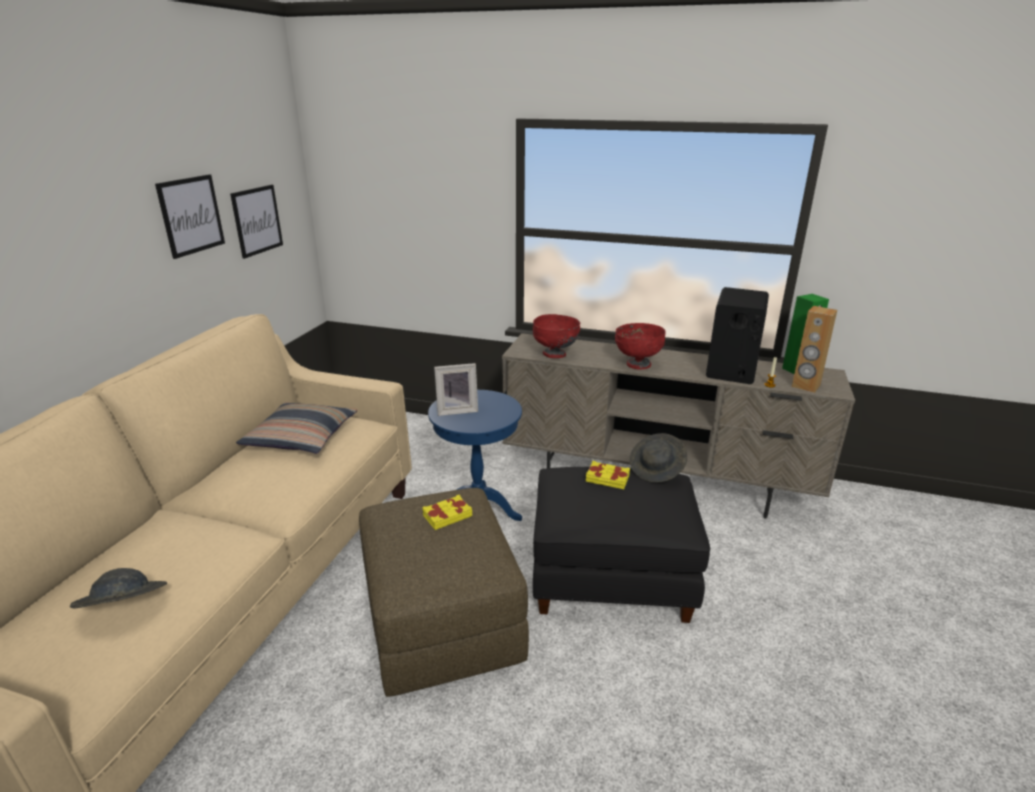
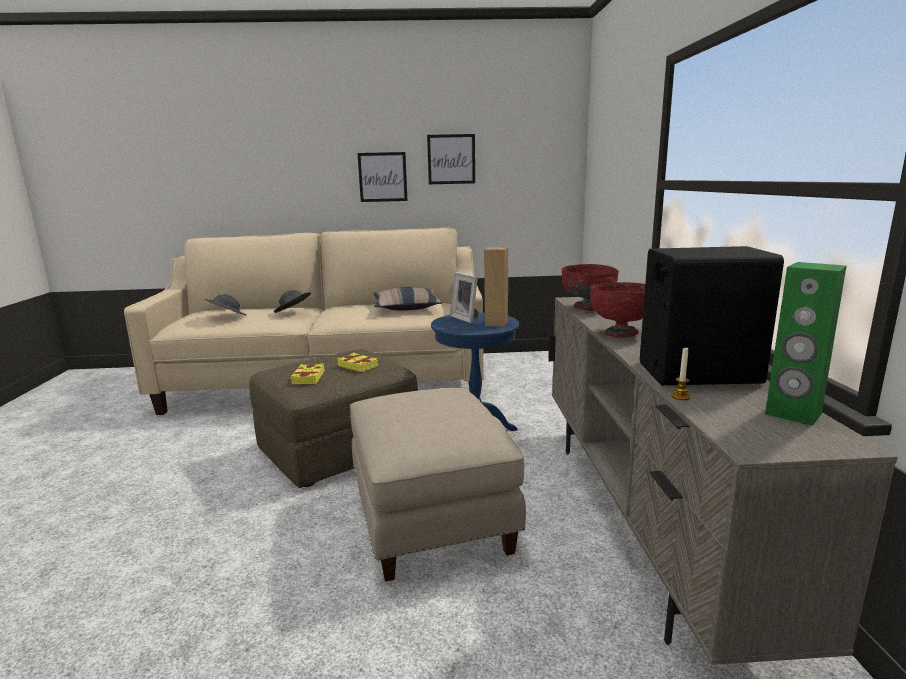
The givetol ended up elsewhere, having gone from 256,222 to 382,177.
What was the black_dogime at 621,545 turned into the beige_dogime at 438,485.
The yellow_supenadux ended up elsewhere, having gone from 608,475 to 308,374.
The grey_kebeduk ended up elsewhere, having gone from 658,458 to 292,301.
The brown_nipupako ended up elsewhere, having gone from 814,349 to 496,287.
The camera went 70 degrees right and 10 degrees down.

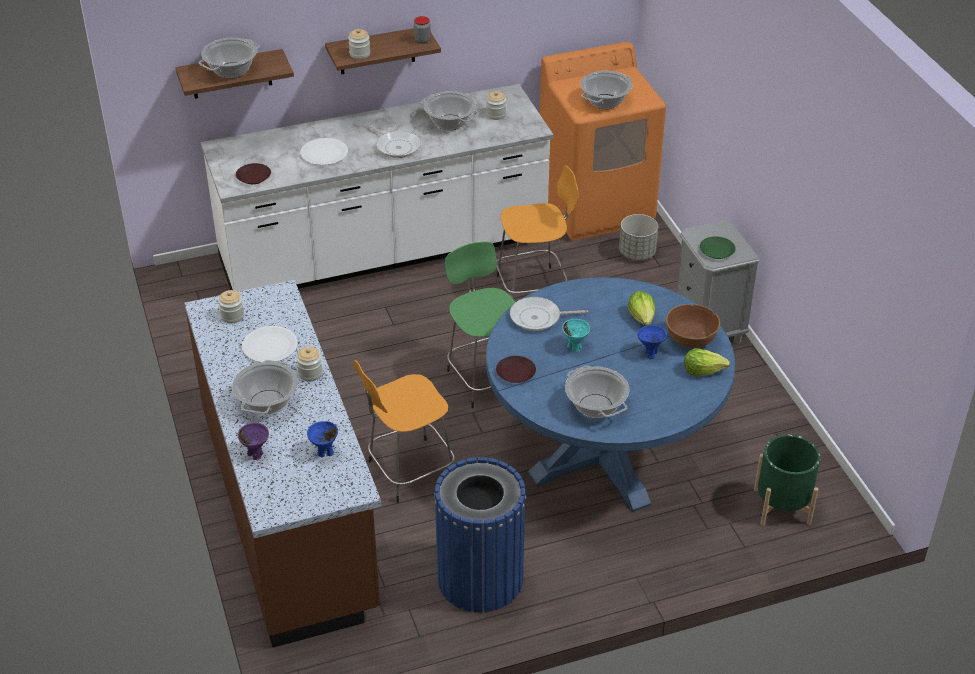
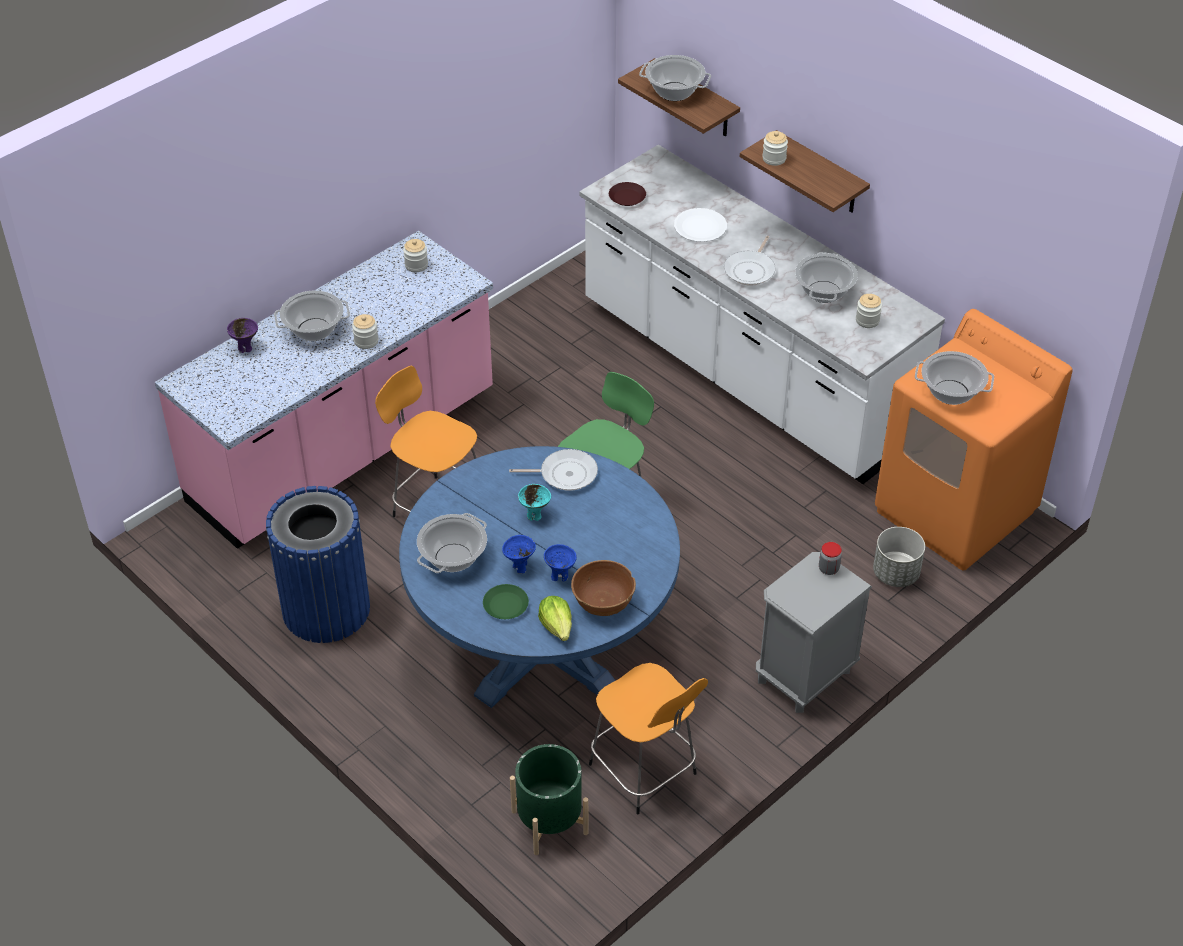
What was the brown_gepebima at 283,464 turned into the pink_gepebima at 324,390.
The second view lost the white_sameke at 270,344.
The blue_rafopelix ended up elsewhere, having gone from 322,439 to 519,554.
The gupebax ended up elsewhere, having gone from 422,30 to 830,558.
The second view lost the brown_sameke at 516,369.
The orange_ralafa ended up elsewhere, having gone from 538,231 to 648,738.
The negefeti at 549,314 ended up facing another way, 120 degrees clockwise from before.
The second view lost the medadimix at 641,308.
The green_sameke ended up elsewhere, having gone from 718,247 to 506,601.
The camera went 65 degrees right and 5 degrees up.

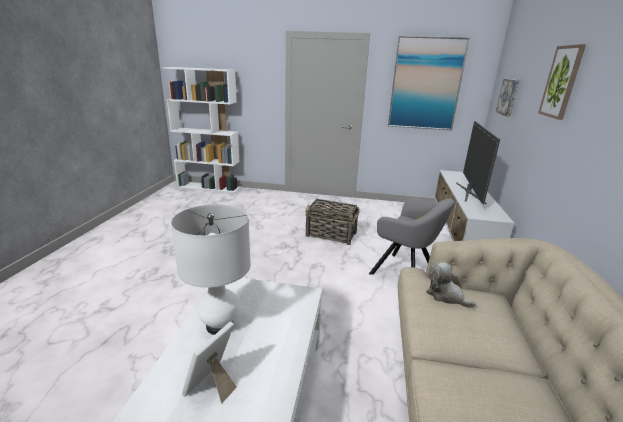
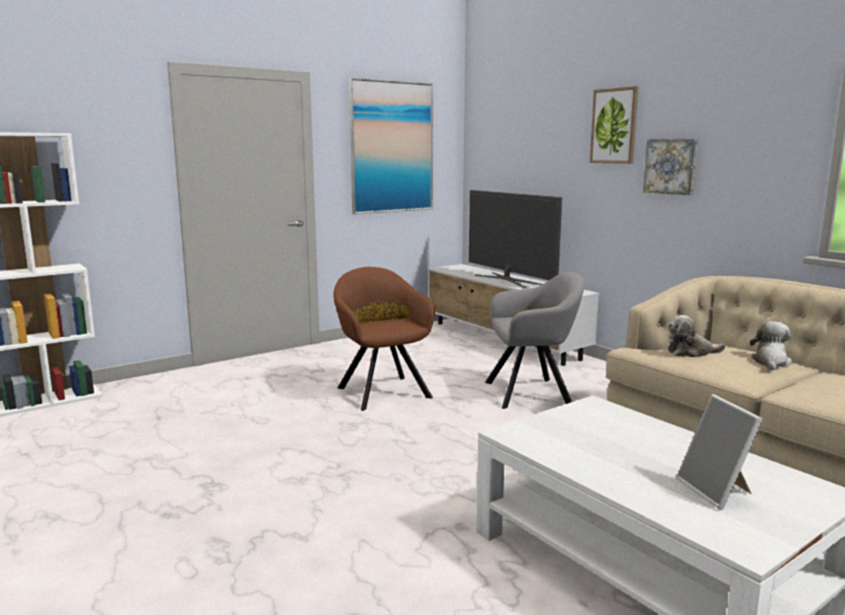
The second view lost the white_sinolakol at 211,269.
Where the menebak stood at 332,222, the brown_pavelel came to stand at 384,339.
The givetol ended up elsewhere, having gone from 508,98 to 670,167.
The second view gained the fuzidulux at 771,345.
The camera went 45 degrees left and 10 degrees down.

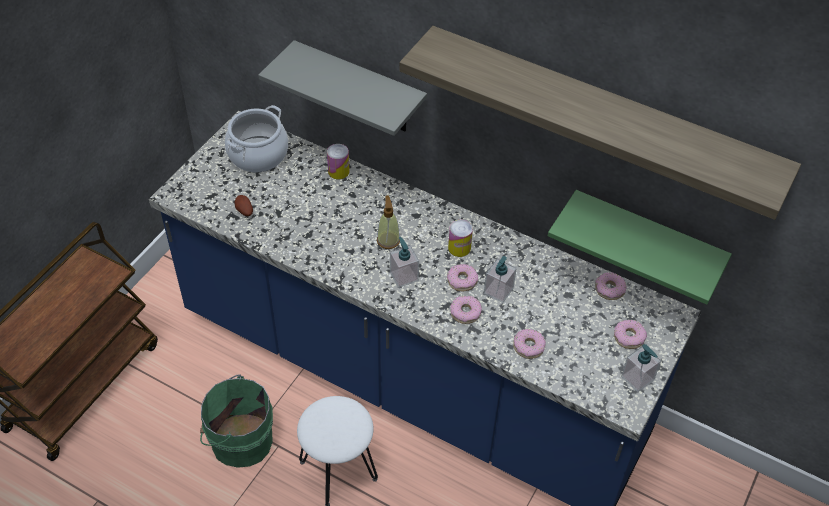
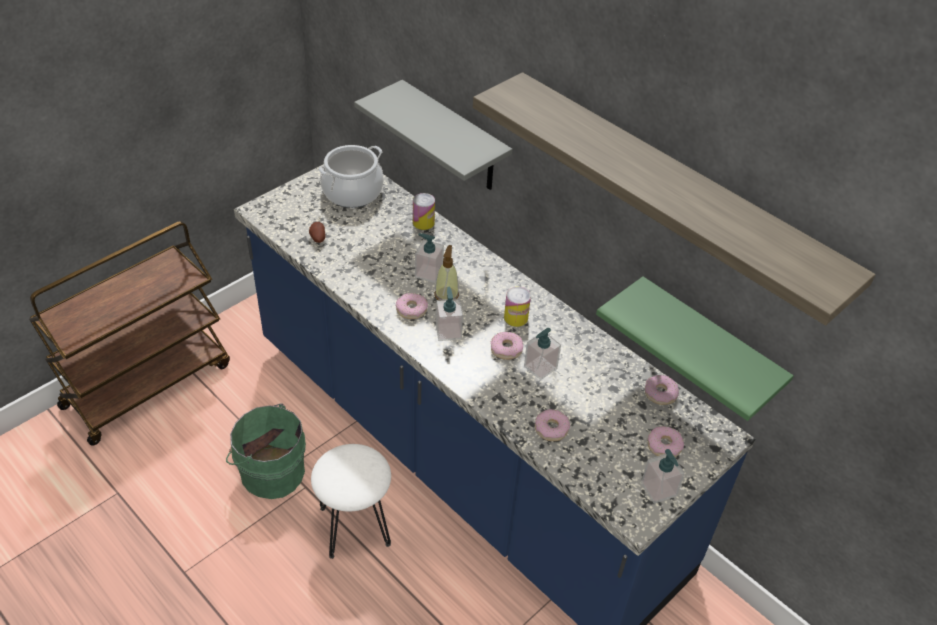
The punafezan ended up elsewhere, having gone from 466,310 to 412,306.
The second view gained the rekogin at 429,258.
The camera went 15 degrees right and 5 degrees down.

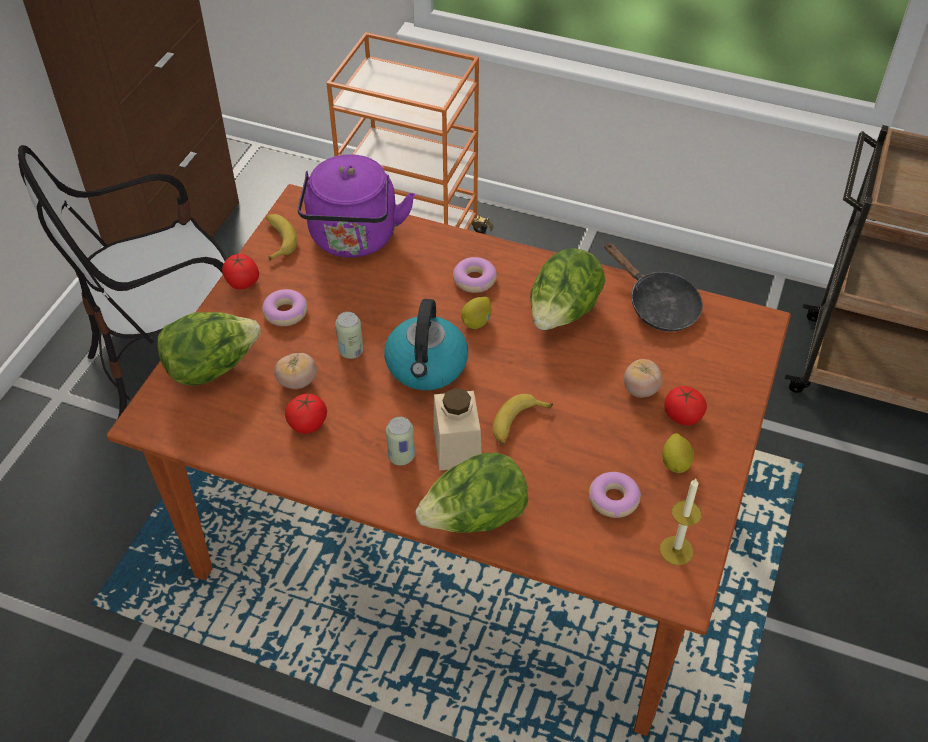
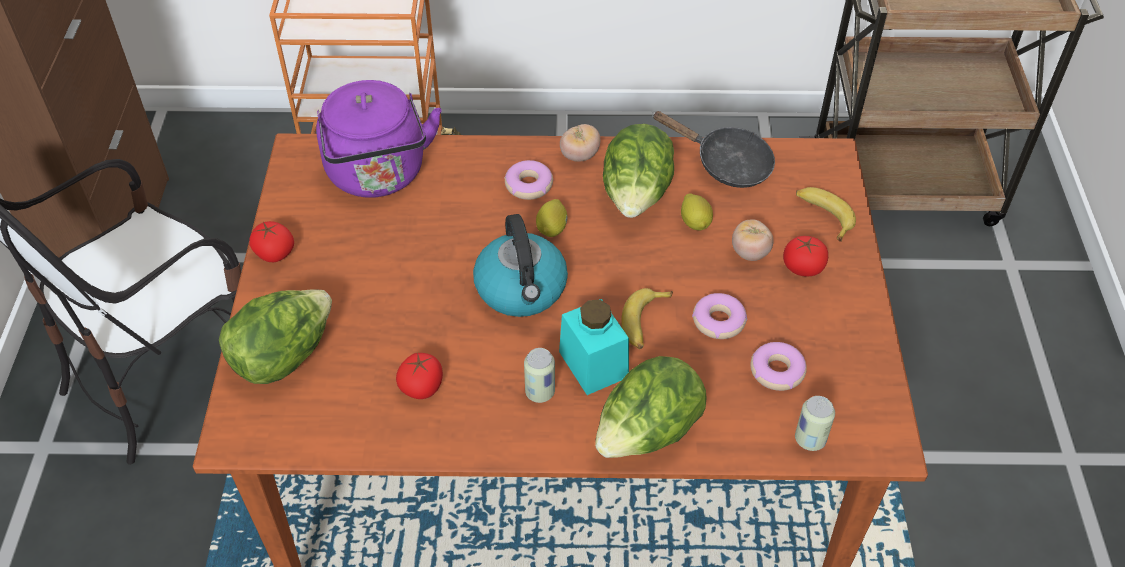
The punafezan ended up elsewhere, having gone from 285,307 to 719,316.
The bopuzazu ended up elsewhere, having gone from 281,237 to 826,214.
The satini ended up elsewhere, having gone from 295,371 to 580,142.
The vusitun ended up elsewhere, having gone from 349,335 to 815,423.
What was the beige_gupebax at 457,429 turned into the turquoise_gupebax at 594,347.
The second view lost the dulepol at 681,522.
The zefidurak ended up elsewhere, having gone from 678,453 to 697,211.
The camera went 20 degrees left and 0 degrees up.

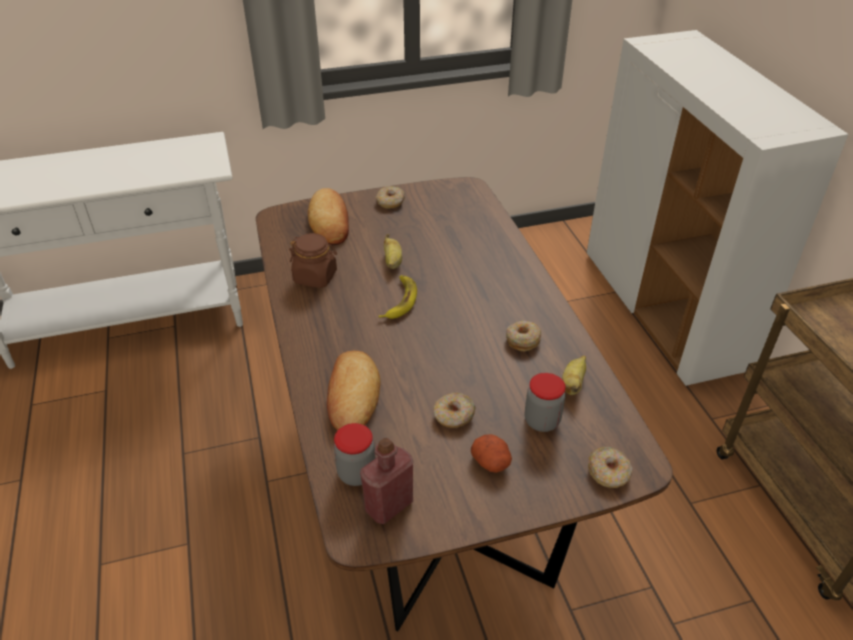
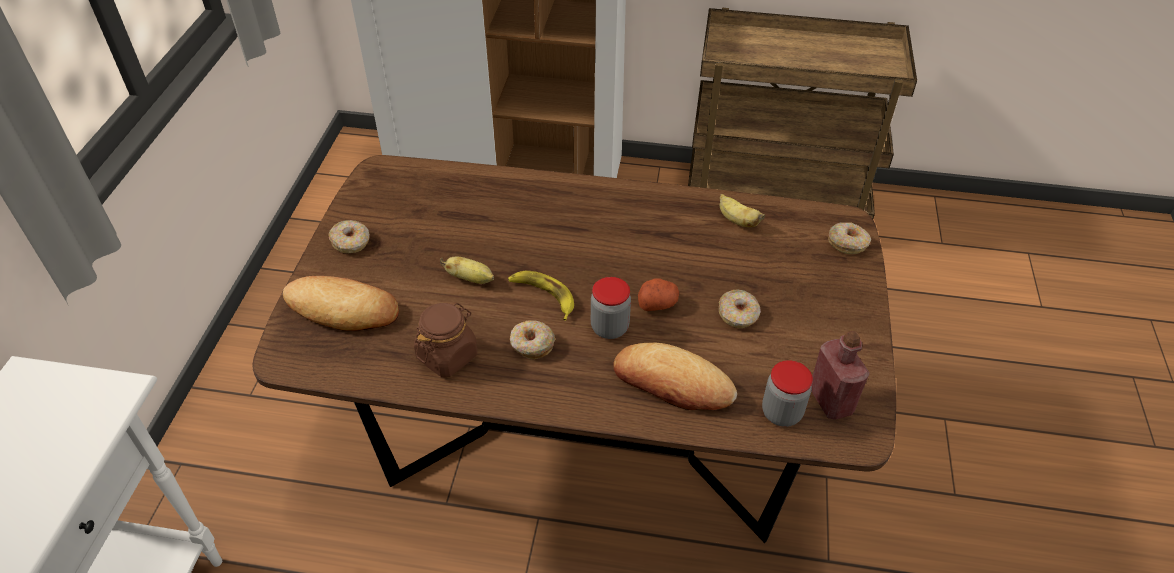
The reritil ended up elsewhere, having gone from 491,453 to 658,294.
The punafezan ended up elsewhere, having gone from 523,336 to 532,340.
The gupebax ended up elsewhere, having gone from 545,402 to 611,308.
The camera went 65 degrees left and 5 degrees up.

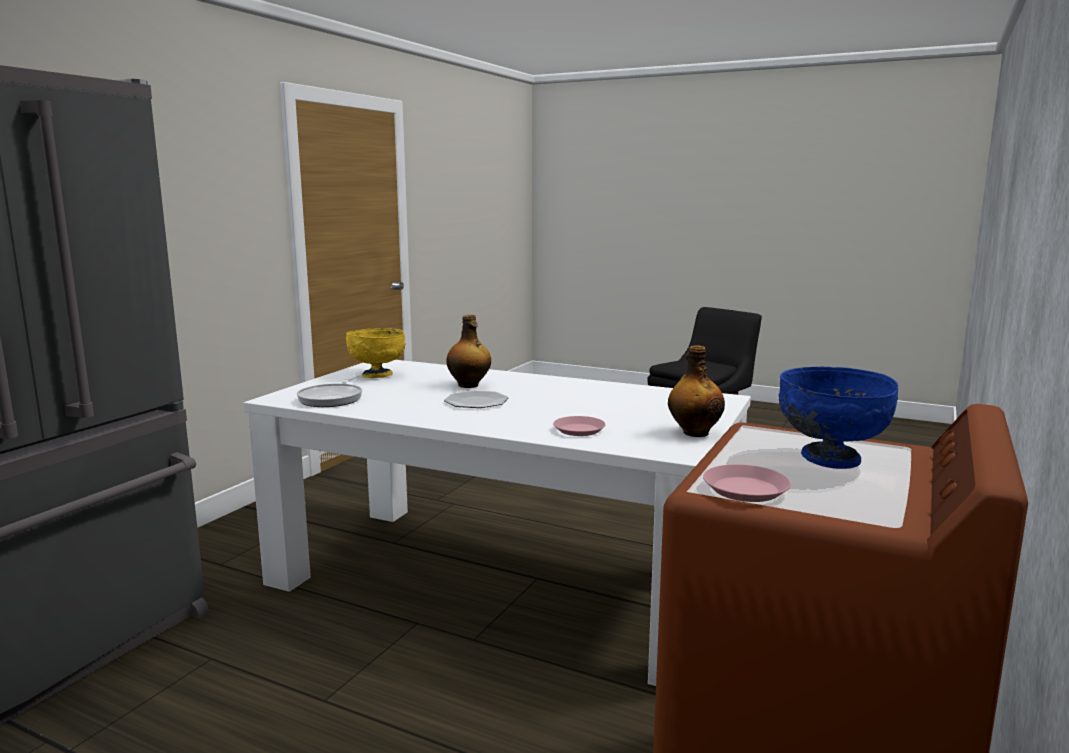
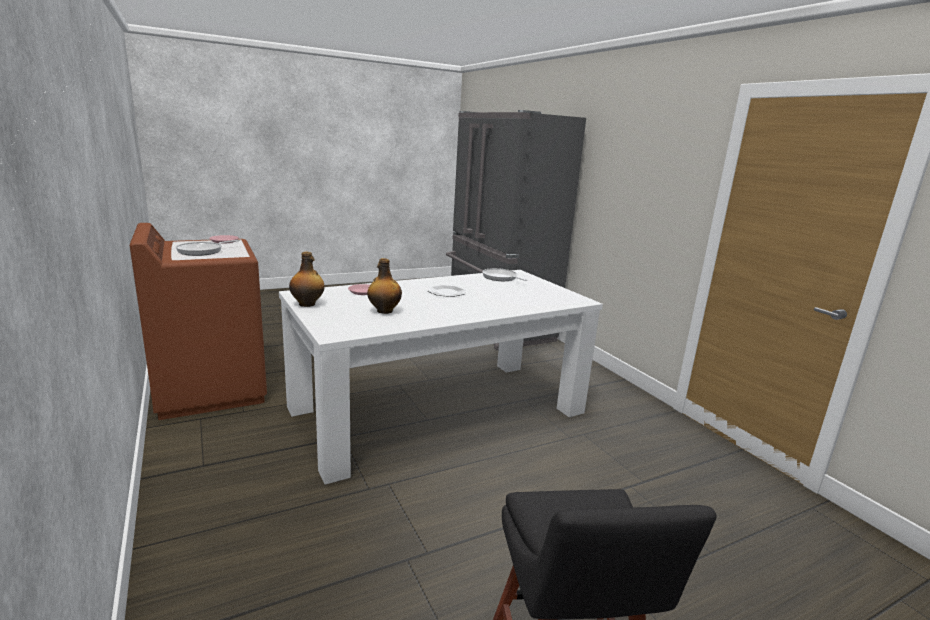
The second view lost the yellow_rafopelix at 376,353.
The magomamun ended up elsewhere, having gone from 468,351 to 384,286.
Where the blue_rafopelix stood at 838,418, the negefeti came to stand at 208,248.
The camera went 125 degrees right and 5 degrees up.

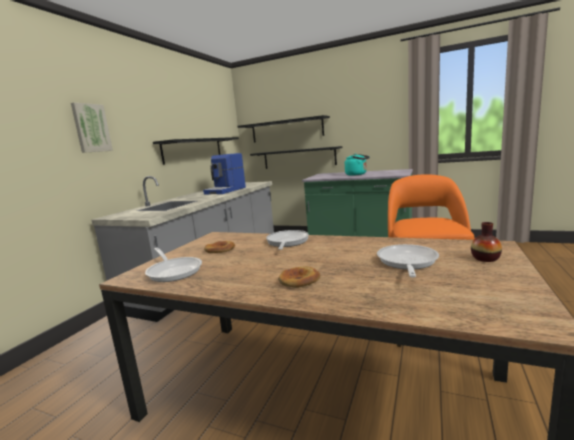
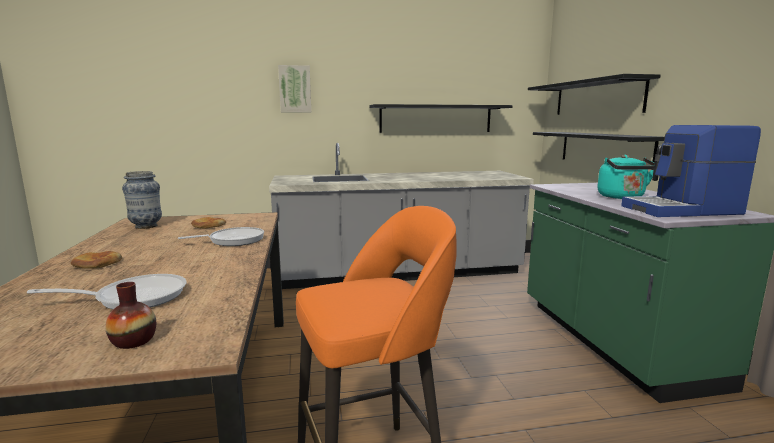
Where the negefeti stood at 173,265, the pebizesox came to stand at 142,200.
The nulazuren ended up elsewhere, having gone from 224,173 to 691,171.
The camera went 55 degrees right and 0 degrees up.

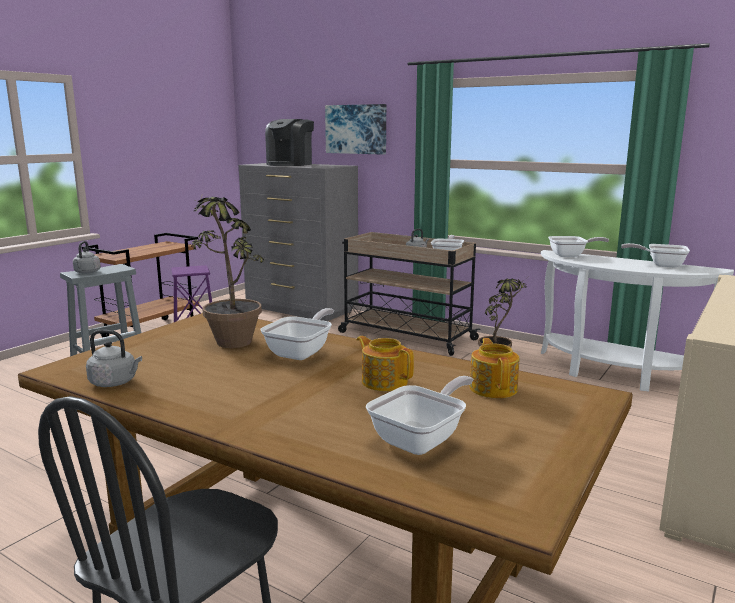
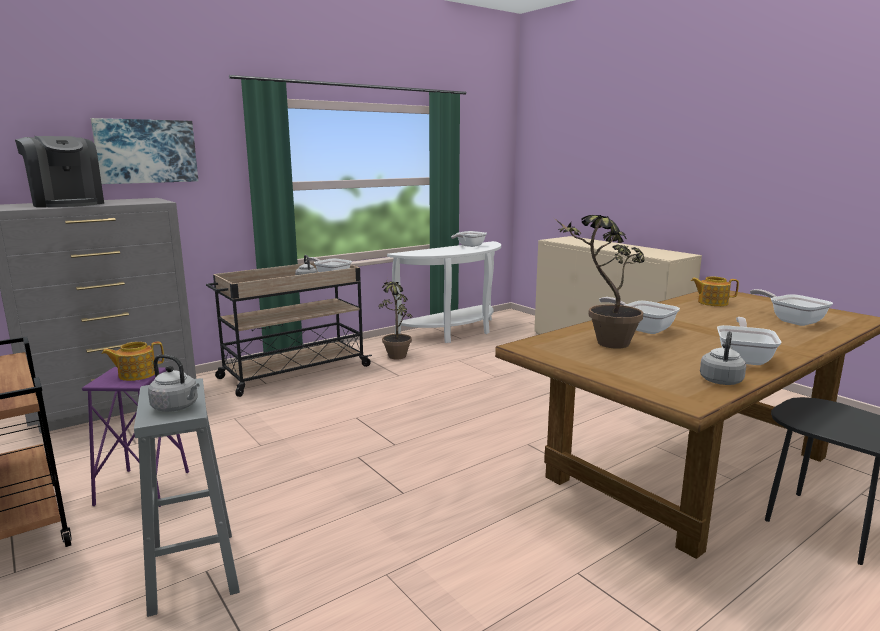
The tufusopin ended up elsewhere, having gone from 385,363 to 133,361.
The negefeti ended up elsewhere, having gone from 578,246 to 749,341.
The camera went 70 degrees left and 0 degrees up.

